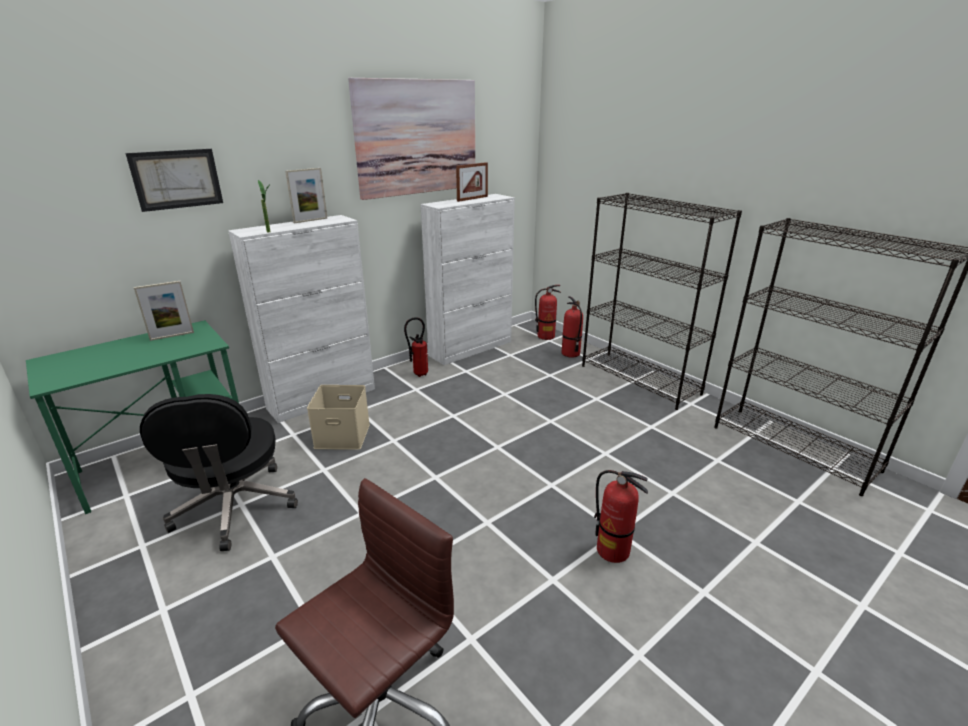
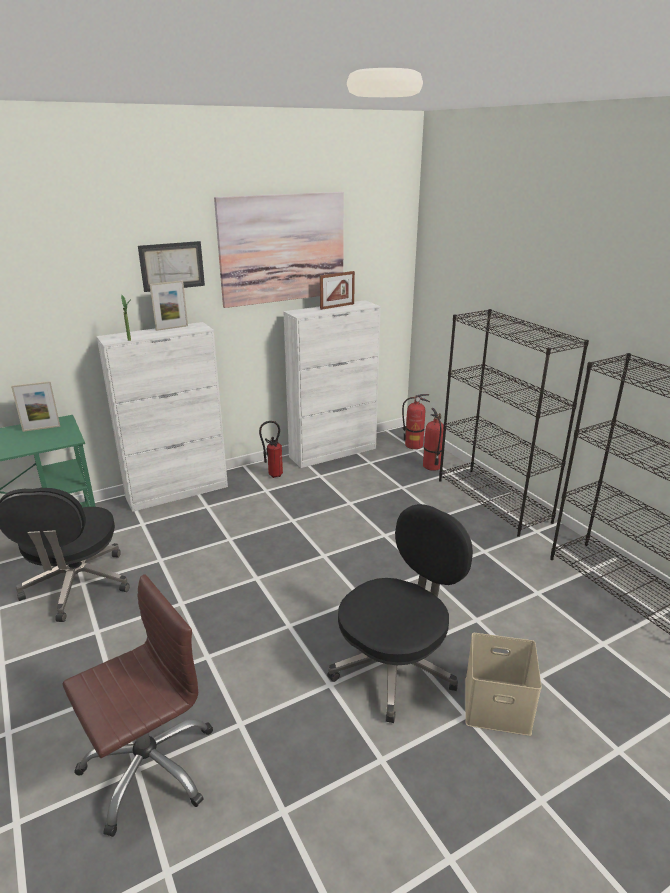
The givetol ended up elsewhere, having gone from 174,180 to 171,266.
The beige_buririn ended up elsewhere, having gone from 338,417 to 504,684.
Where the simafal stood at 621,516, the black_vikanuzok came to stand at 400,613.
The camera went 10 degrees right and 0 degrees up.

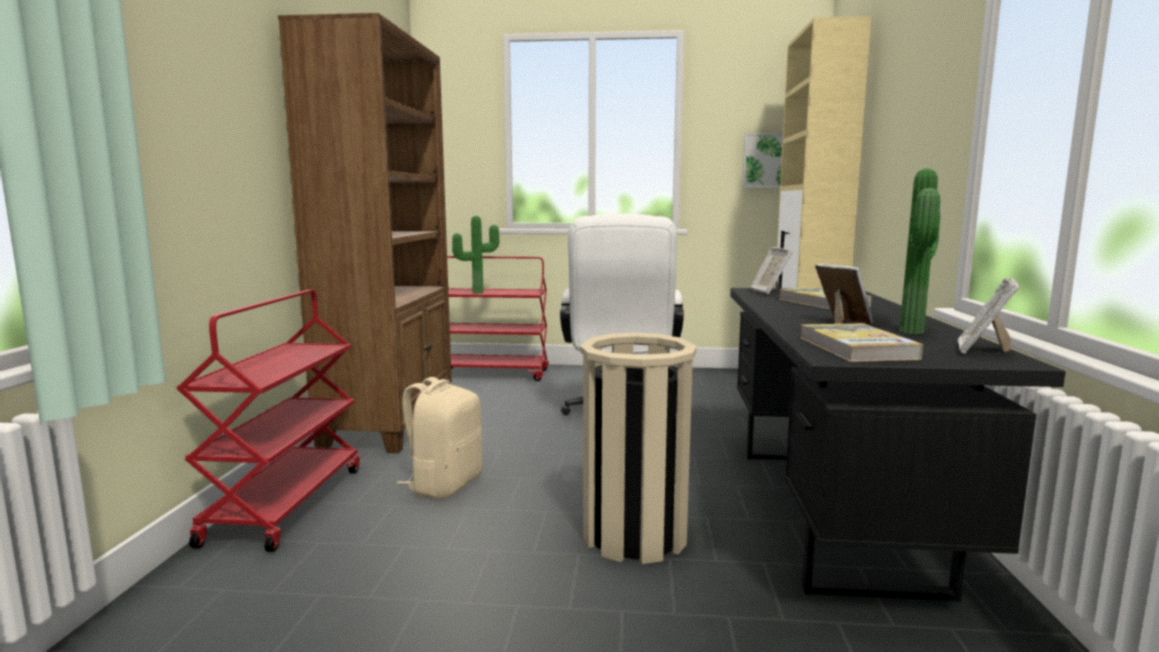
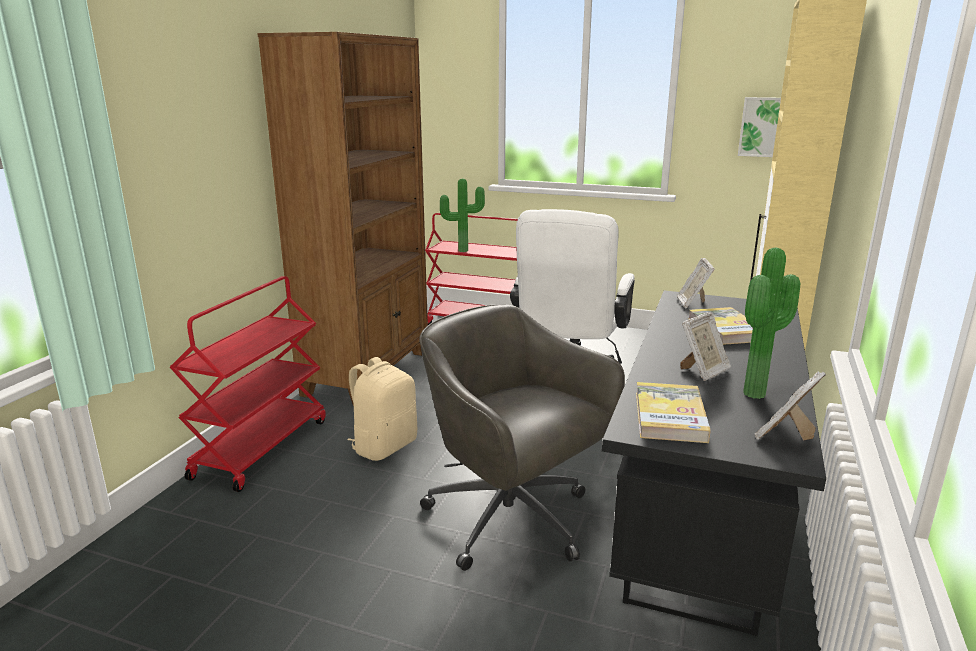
Where the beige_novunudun stood at 638,448, the grey_vikanuzok came to stand at 522,437.
The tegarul at 844,294 ended up facing another way, 60 degrees clockwise from before.
The camera went 15 degrees right and 10 degrees up.

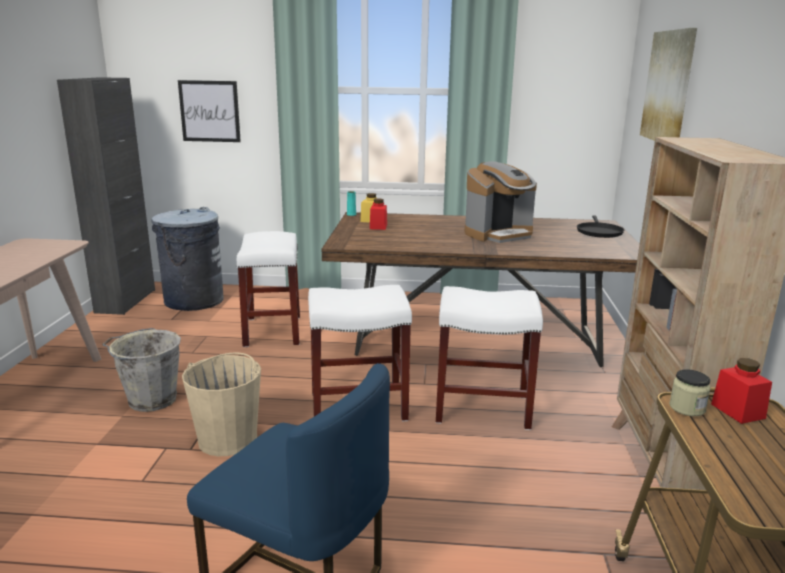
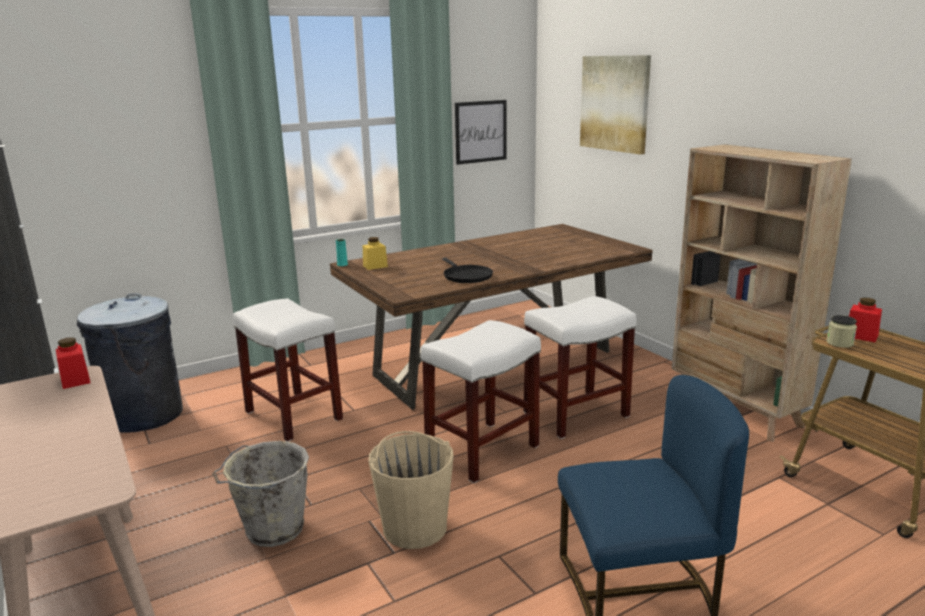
The givetol ended up elsewhere, having gone from 209,111 to 481,132.
The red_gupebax ended up elsewhere, having gone from 378,214 to 73,363.
The second view lost the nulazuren at 501,202.
The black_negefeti ended up elsewhere, having gone from 600,226 to 467,270.
The camera went 35 degrees left and 0 degrees up.

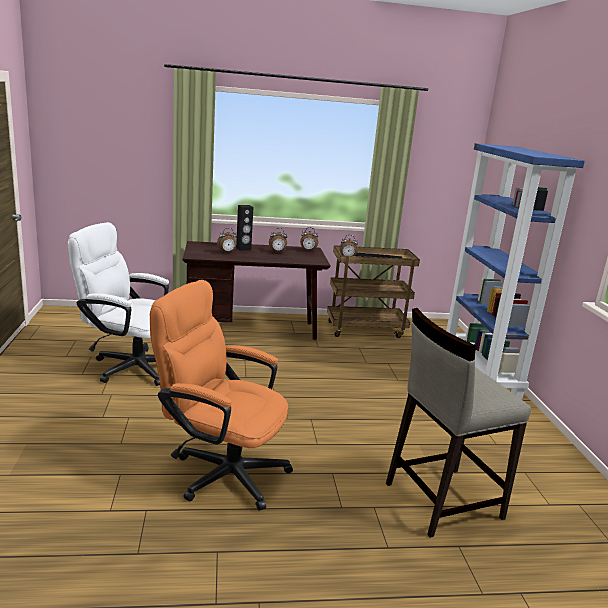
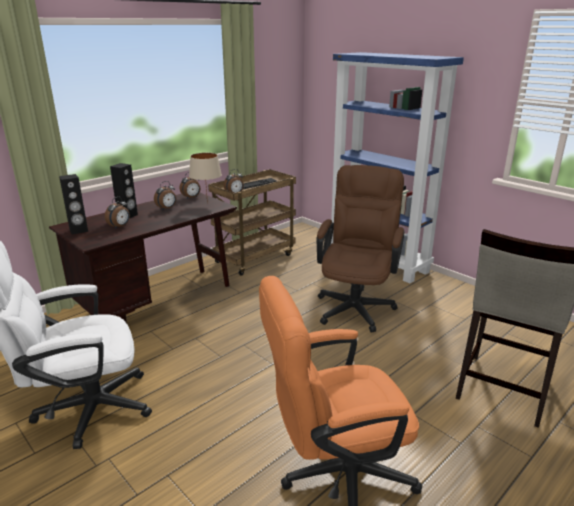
The second view gained the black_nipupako at 73,204.
The second view gained the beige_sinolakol at 205,178.
The second view gained the brown_vikanuzok at 360,248.
The camera went 35 degrees left and 5 degrees up.

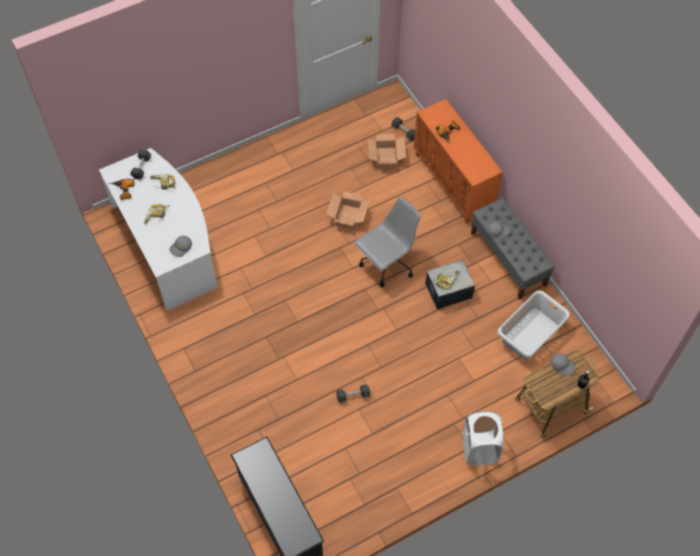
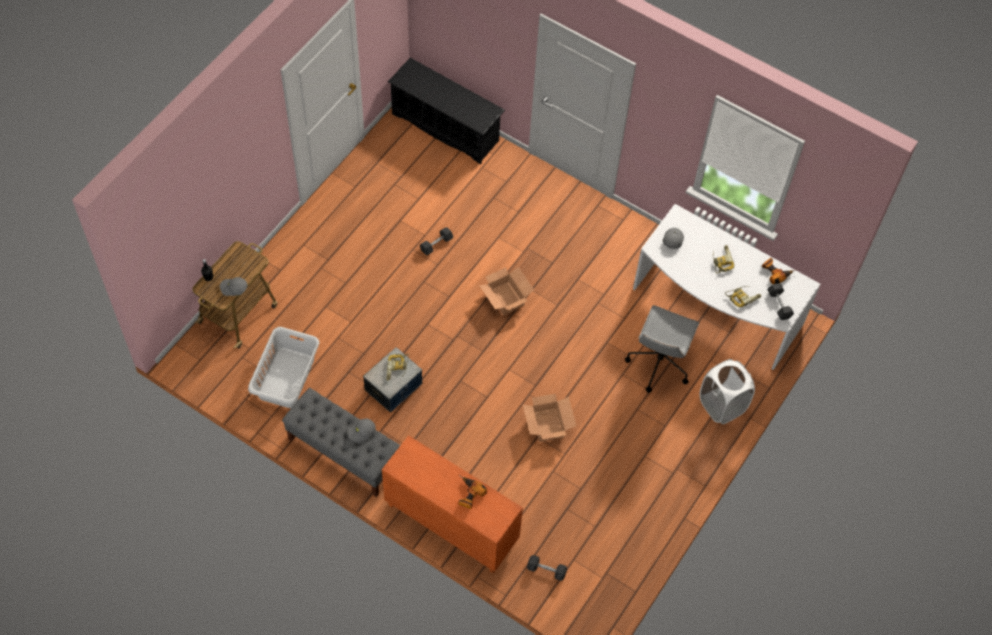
The grey_vikanuzok ended up elsewhere, having gone from 387,242 to 662,349.
The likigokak ended up elsewhere, having gone from 387,151 to 506,291.
The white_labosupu ended up elsewhere, having gone from 483,438 to 727,391.
The camera went 150 degrees right and 0 degrees up.

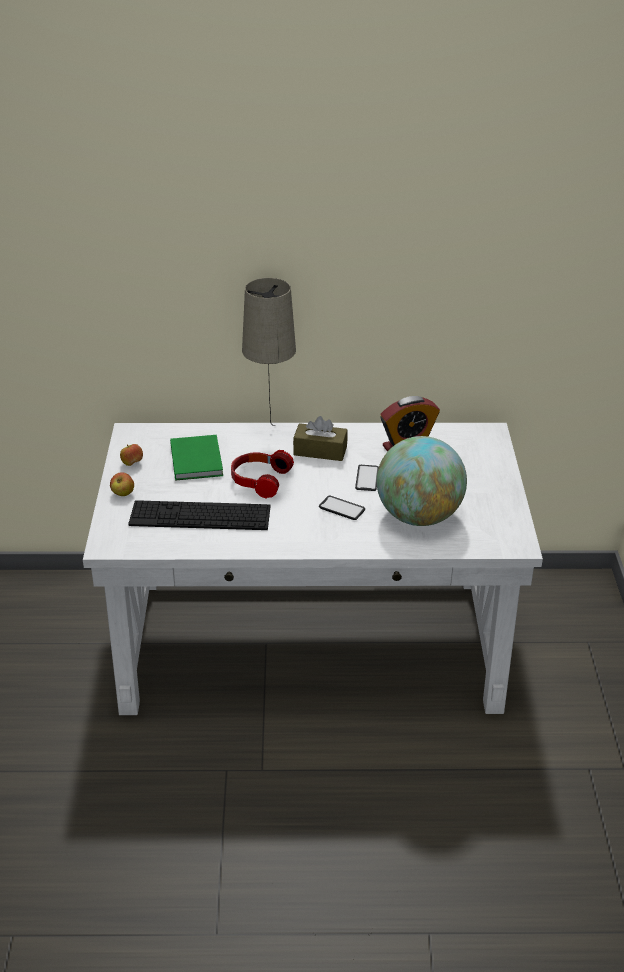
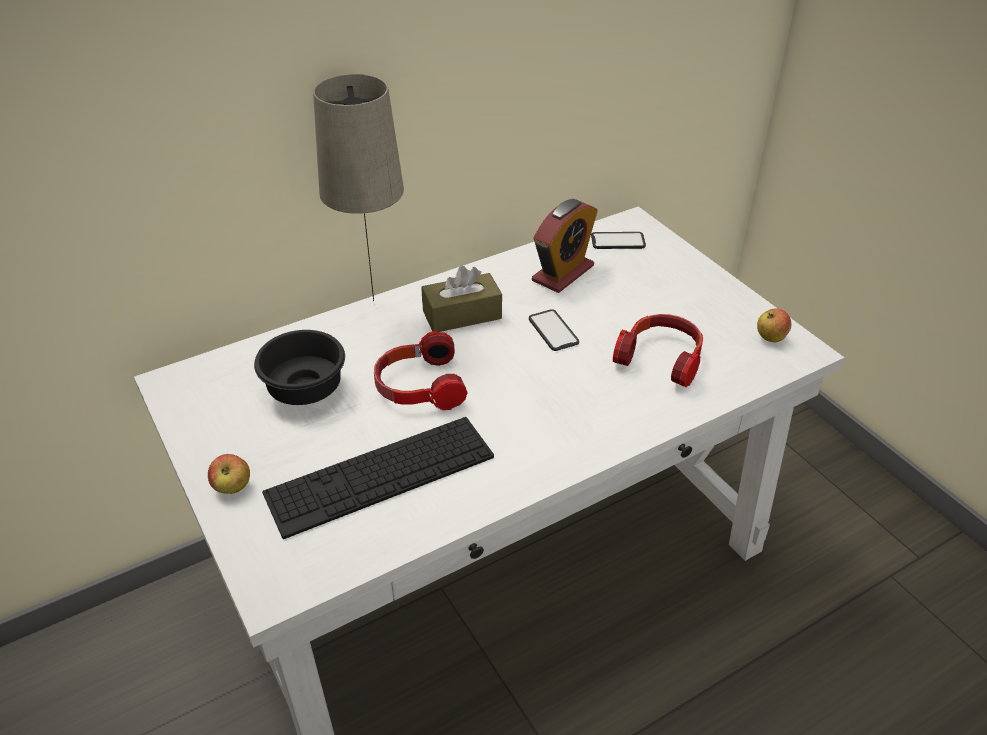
The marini ended up elsewhere, having gone from 131,455 to 774,325.
Where the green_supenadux stood at 196,458, the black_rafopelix came to stand at 299,367.
The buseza ended up elsewhere, having gone from 342,508 to 618,240.
Where the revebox stood at 422,481, the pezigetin came to stand at 658,350.
The camera went 30 degrees left and 5 degrees up.

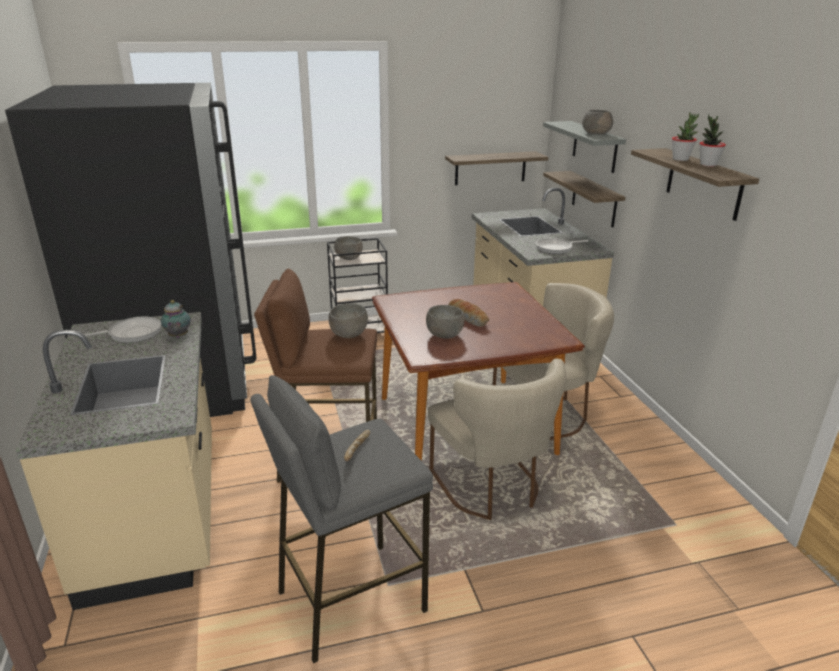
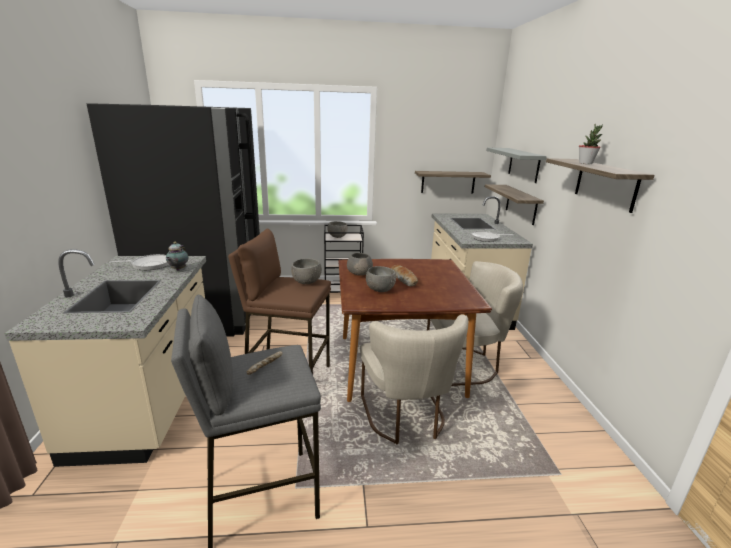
The grey_rafopelix ended up elsewhere, having gone from 597,122 to 360,264.
The second view lost the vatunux at 713,141.
The camera went 10 degrees right and 5 degrees down.

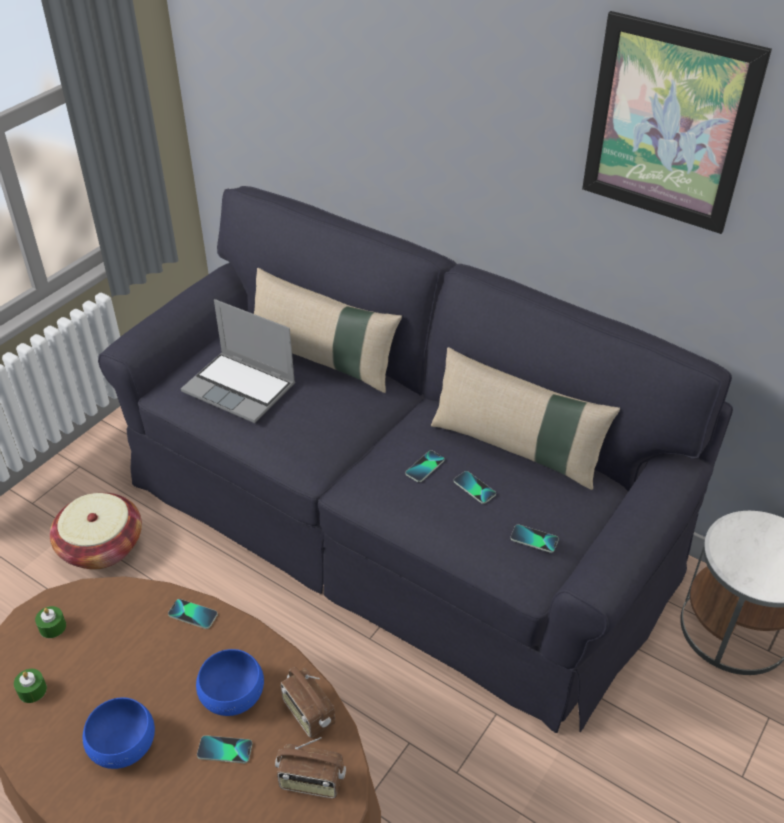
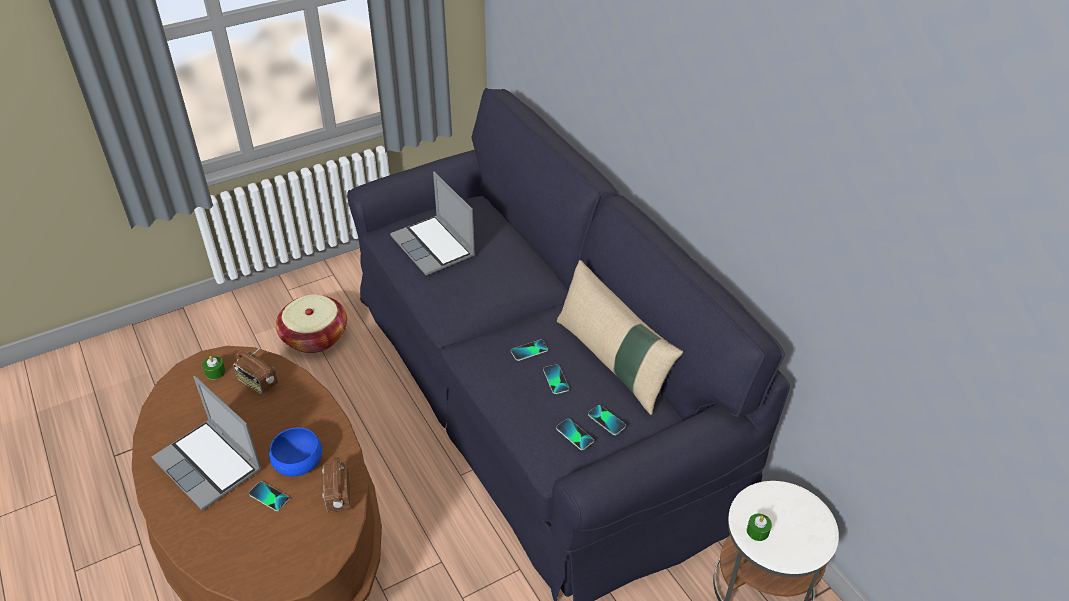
The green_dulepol ended up elsewhere, having gone from 30,686 to 759,527.
Where the blue_rafopelix stood at 118,733, the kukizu came to stand at 207,443.
The buseza ended up elsewhere, having gone from 193,614 to 607,420.
The second view lost the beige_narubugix at 328,330.
The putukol ended up elsewhere, having gone from 310,767 to 255,372.
The second view lost the givetol at 677,122.
The camera went 25 degrees right and 0 degrees up.

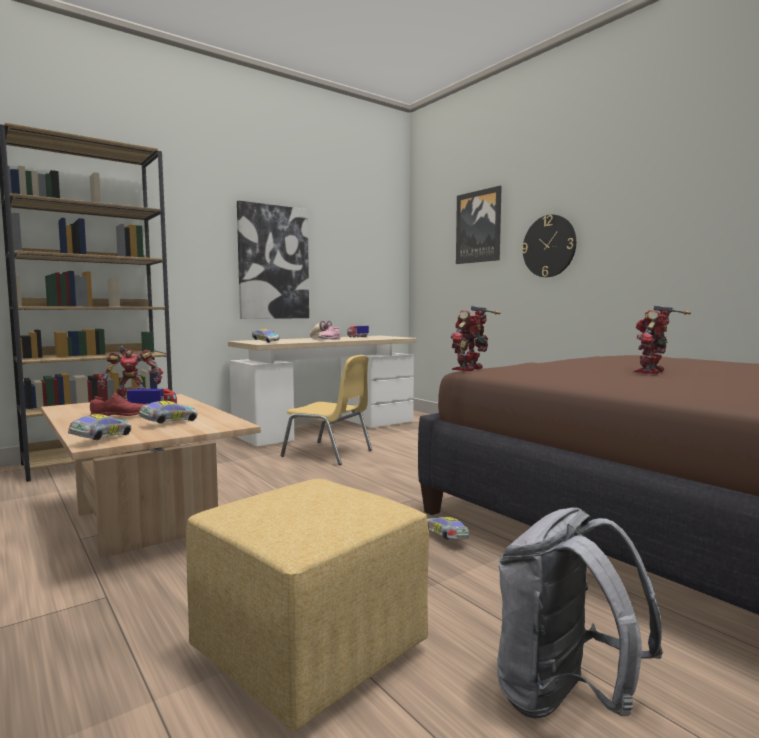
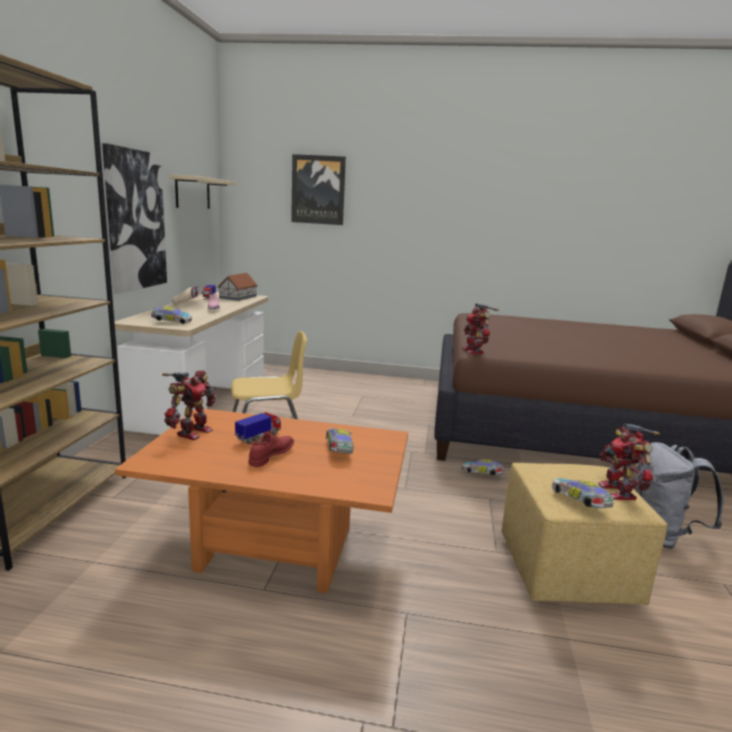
What was the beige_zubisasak at 151,476 turned into the orange_zubisasak at 261,501.
The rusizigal ended up elsewhere, having gone from 99,427 to 583,493.
The second view lost the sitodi at 549,246.
The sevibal ended up elsewhere, having gone from 662,339 to 629,461.
The second view gained the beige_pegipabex at 202,191.
The second view gained the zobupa at 238,287.
The camera went 45 degrees left and 10 degrees up.

